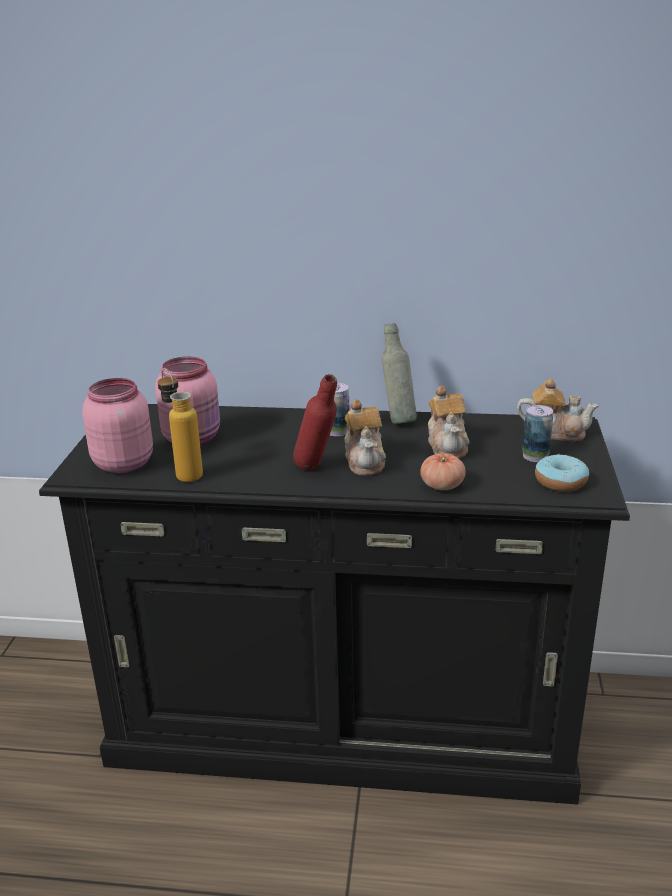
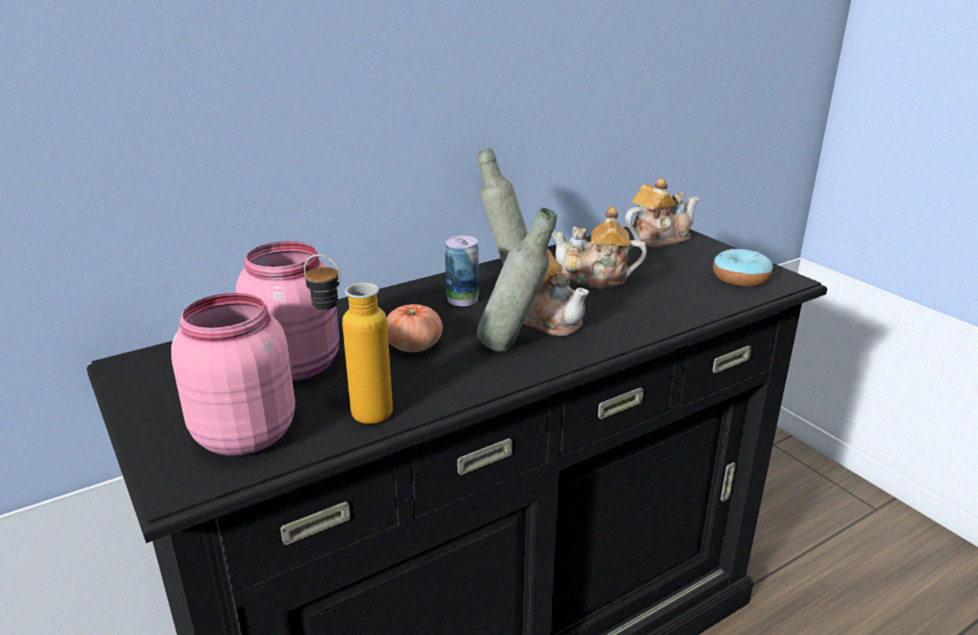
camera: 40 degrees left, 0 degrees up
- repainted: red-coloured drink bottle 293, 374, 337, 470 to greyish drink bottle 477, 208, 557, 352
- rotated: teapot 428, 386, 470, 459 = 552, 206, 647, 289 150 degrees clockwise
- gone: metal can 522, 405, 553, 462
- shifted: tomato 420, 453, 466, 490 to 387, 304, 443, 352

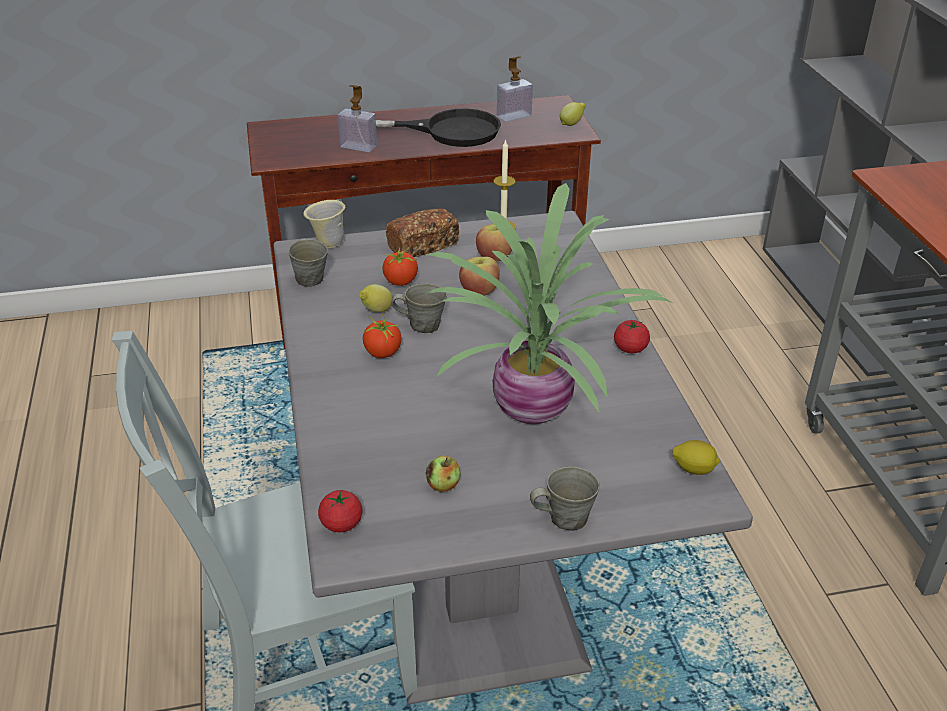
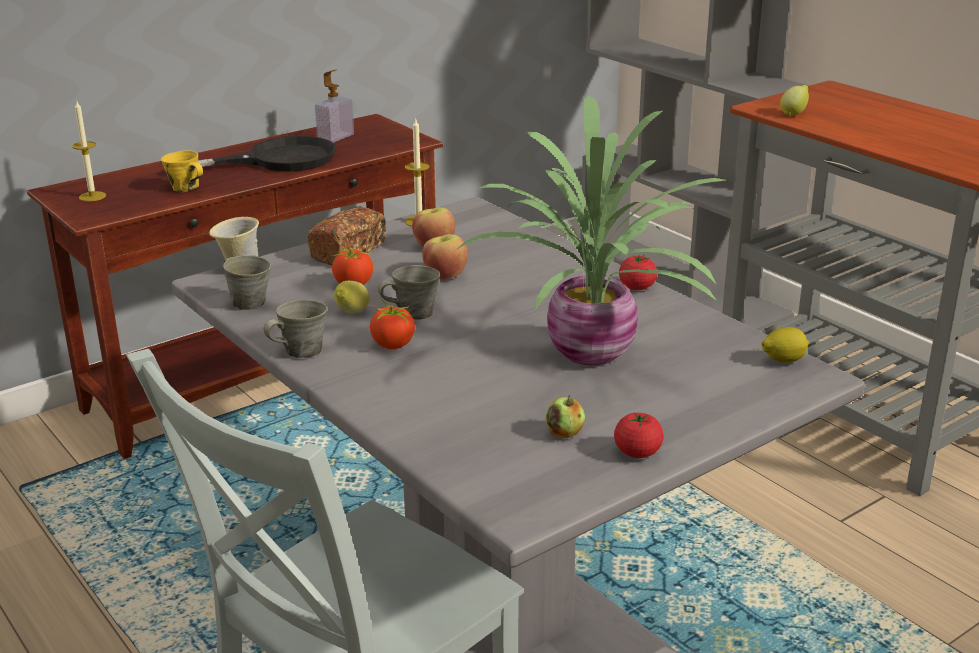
camera: 25 degrees left, 10 degrees down
- swapped: soap dispenser 338, 85, 377, 152 to yellowish coffee mug 161, 150, 203, 193
- shifted: whole lemon 560, 102, 586, 126 to 780, 85, 809, 116
- shifted: greyish coffee mug 530, 467, 600, 531 to 263, 300, 327, 358
- shifted: tomato 318, 490, 362, 532 to 614, 412, 664, 458
- new: wax light 72, 101, 106, 202

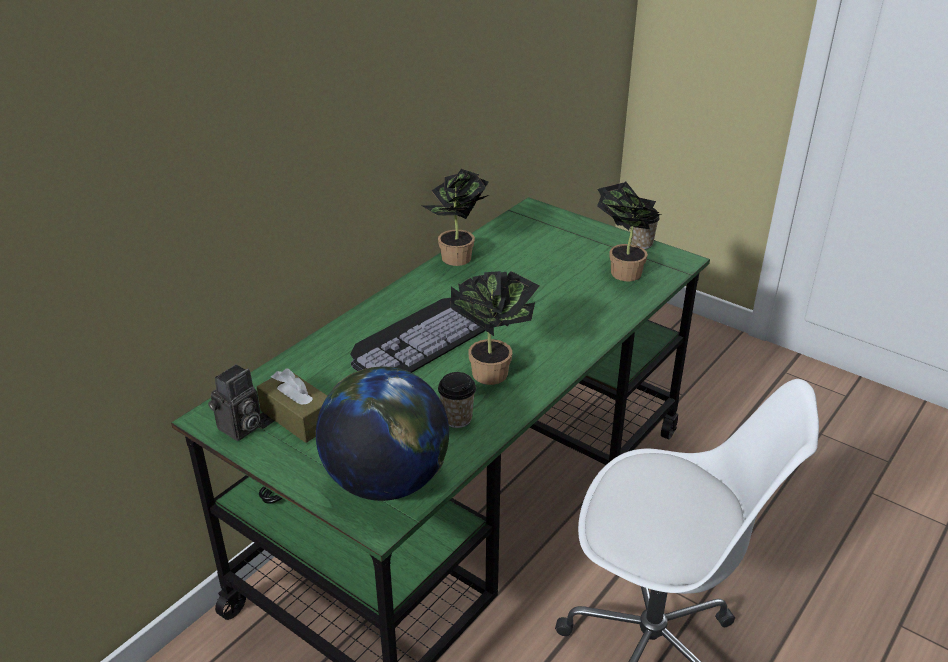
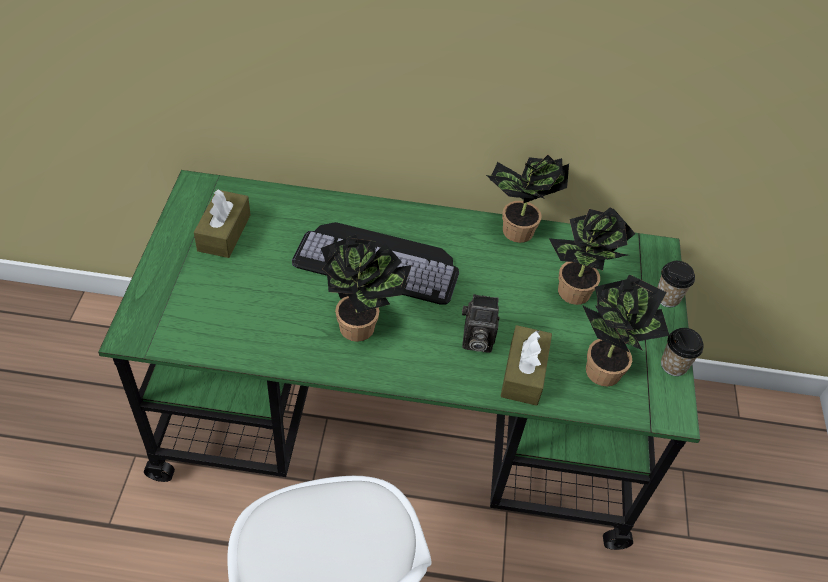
camera: 55 degrees right, 15 degrees up
- shifted: photo camera 208, 364, 262, 441 to 462, 294, 500, 353
- gone: globe 316, 367, 449, 501
- shifted: cup 438, 372, 476, 428 to 657, 261, 695, 307
- new: plant in a pot 549, 207, 635, 305
- new: brownish box of tissues 500, 325, 552, 406

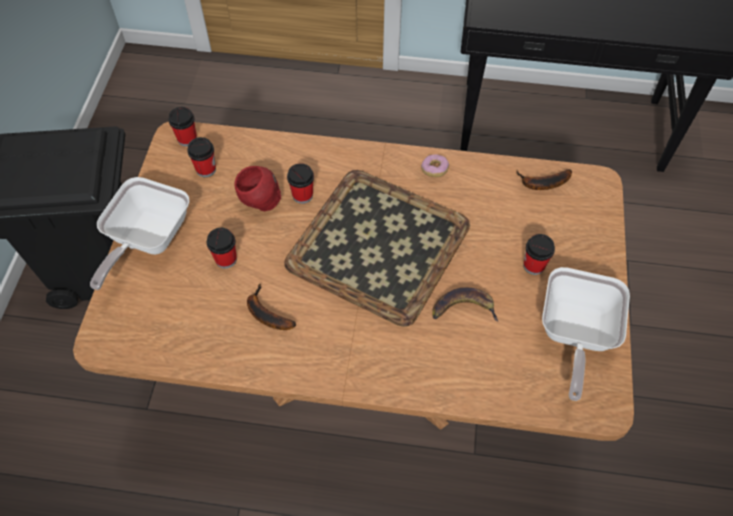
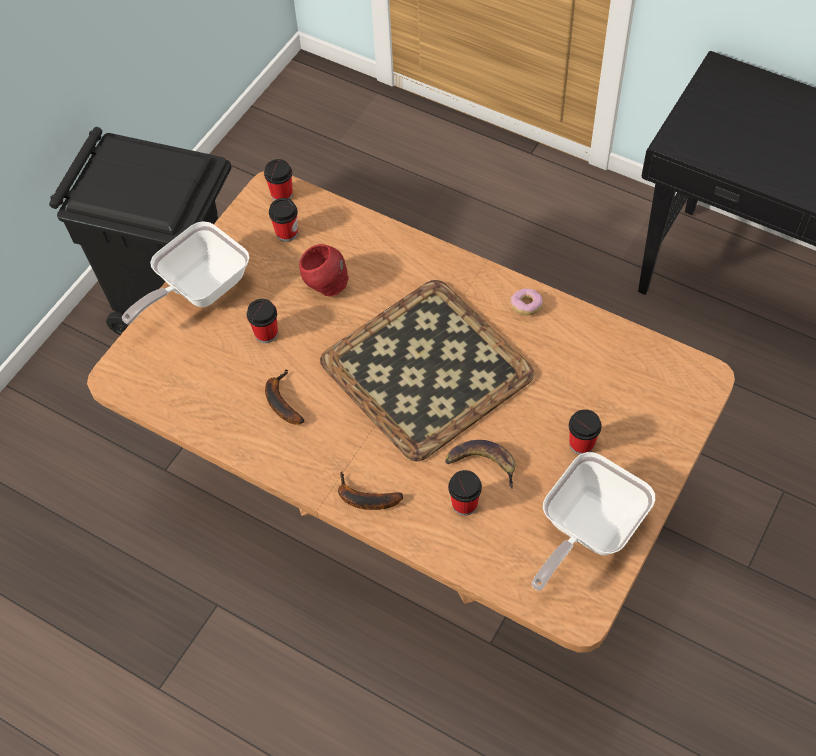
camera: 25 degrees right, 0 degrees up
- shifted: cup 287, 163, 314, 204 to 448, 470, 482, 516
- shifted: banana fruit 517, 169, 572, 190 to 338, 471, 403, 510

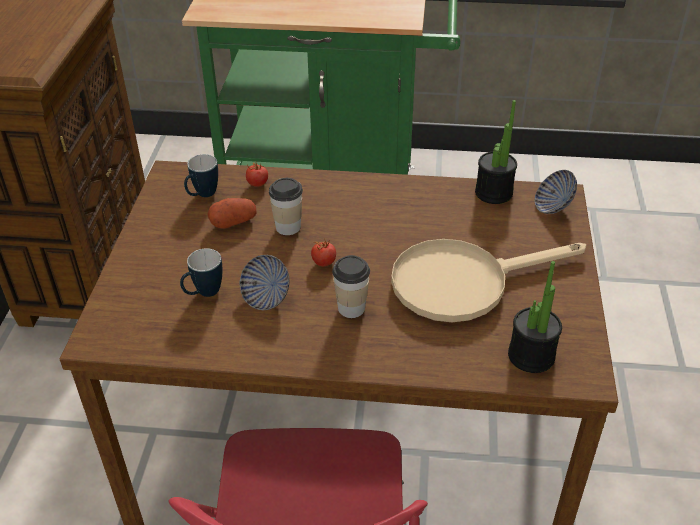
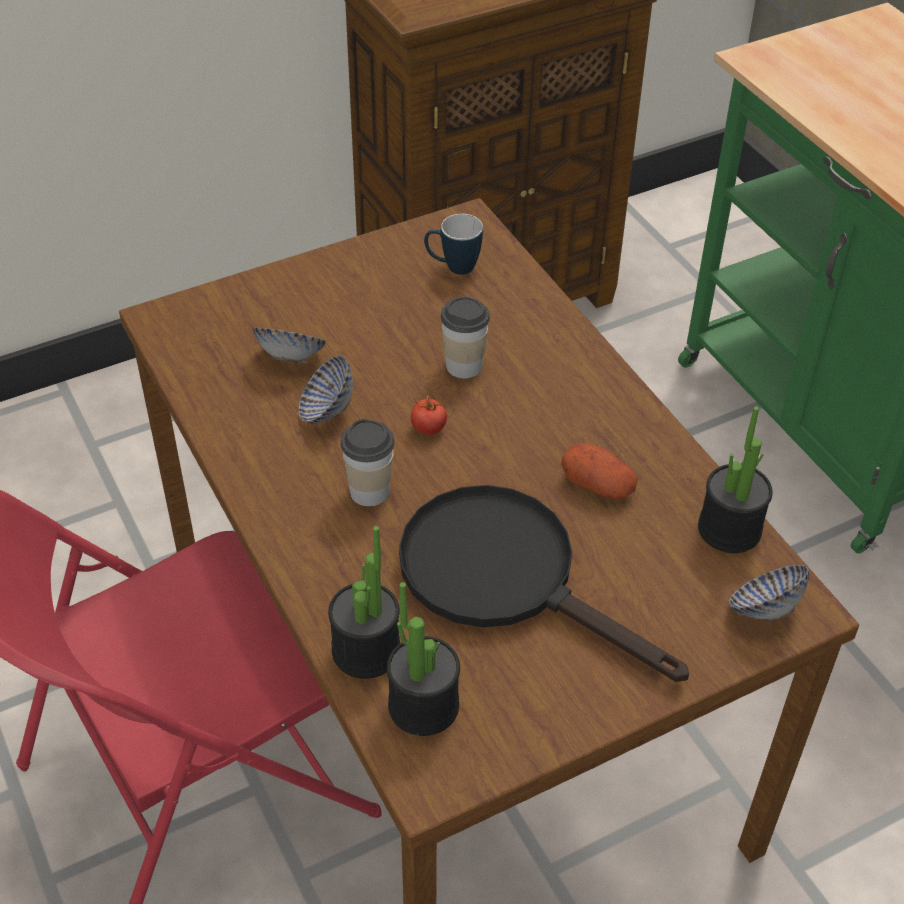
camera: 55 degrees right, 5 degrees up
- gone: tomato 246, 163, 268, 187
- shifted: whole potato 207, 198, 257, 229 to 561, 443, 638, 499
- repainted: sand-coloured pan 391, 239, 586, 322 to black pan 399, 485, 689, 682
- swapped: coffee mug 180, 248, 222, 297 to serving bowl 253, 327, 326, 363
- new: plant in a pot 328, 526, 400, 679

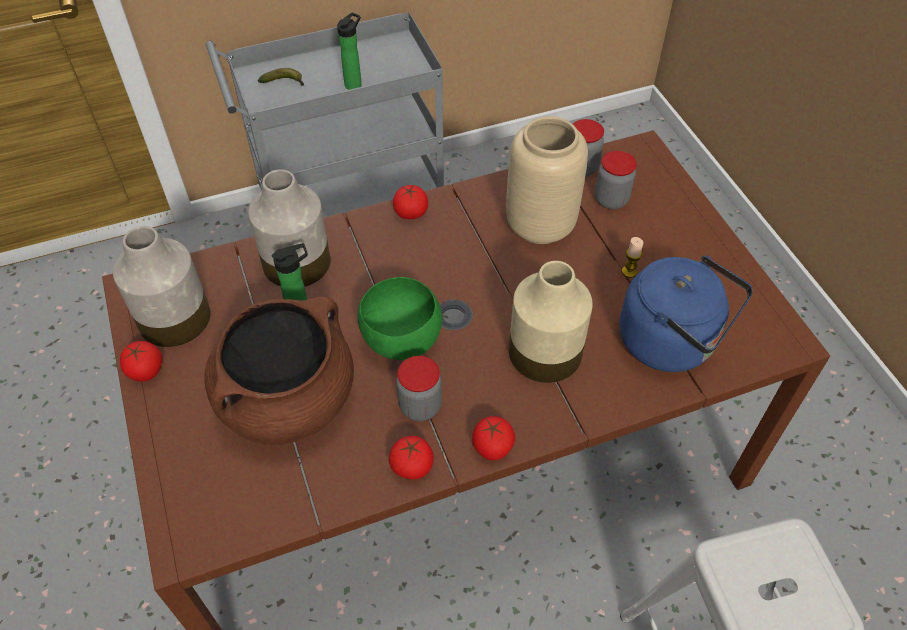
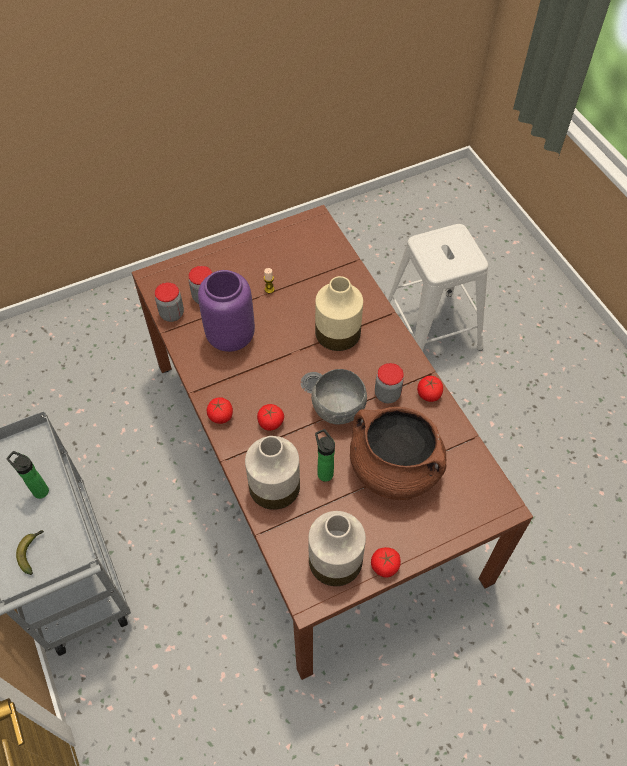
camera: 95 degrees left, 5 degrees up
- repainted: sand-coloured vase 506, 116, 588, 244 to purple-coloured vase 198, 270, 255, 352
- gone: bluish tea kettle 619, 255, 753, 372
- repainted: greenish serving bowl 358, 277, 442, 360 to greyish serving bowl 311, 369, 367, 424
- shifted: tomato 472, 416, 516, 460 to 257, 404, 284, 431

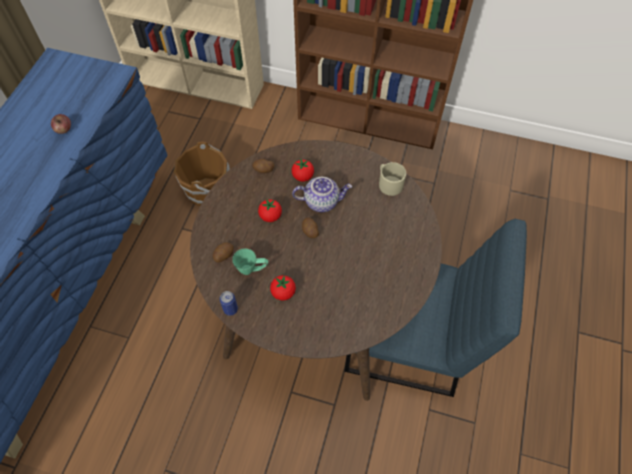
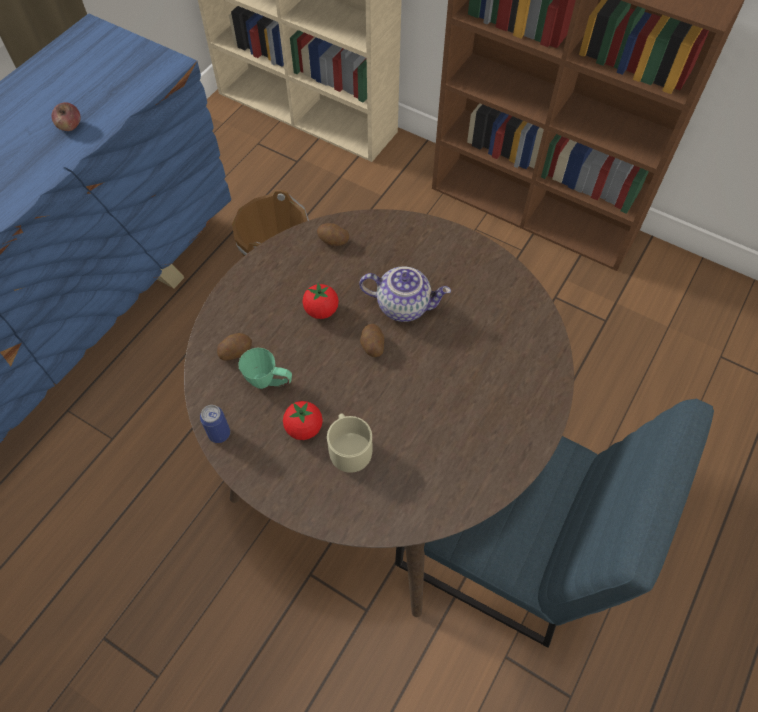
camera: 15 degrees right, 0 degrees up
- gone: tomato 292, 159, 314, 182
- shifted: sand-coloured coffee mug 379, 162, 406, 196 to 327, 413, 372, 473

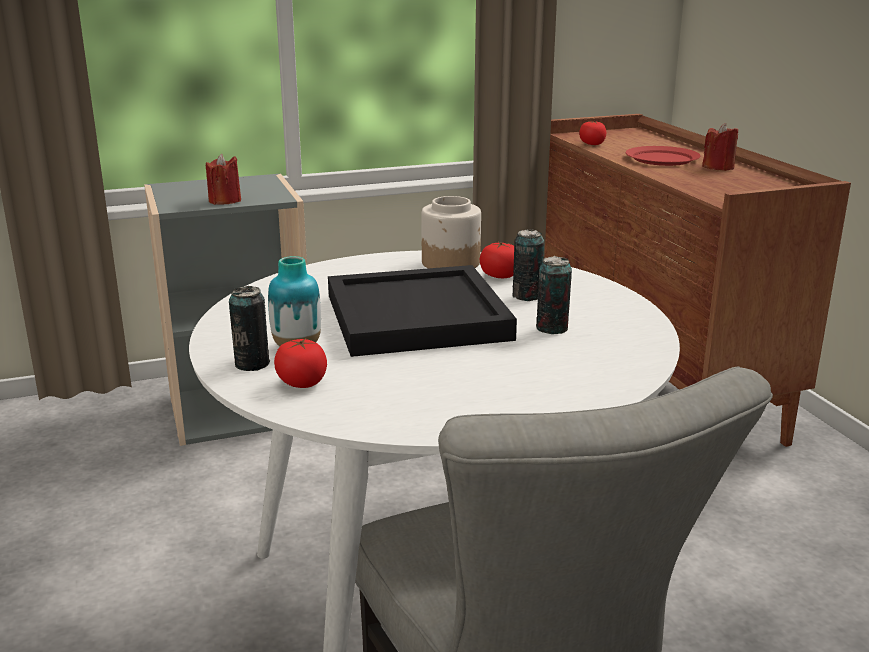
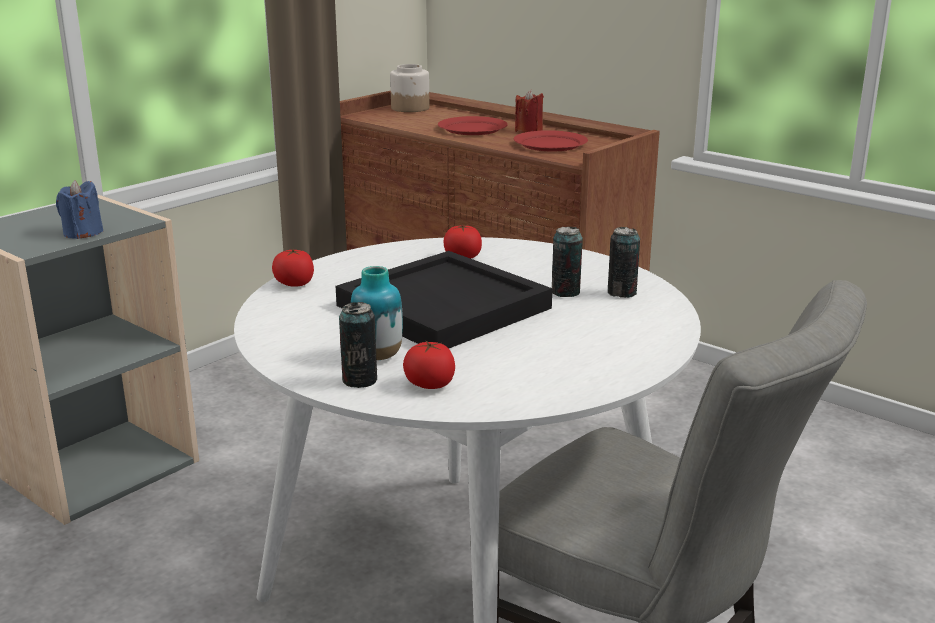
camera: 30 degrees left, 0 degrees up
- shifted: tomato 579, 121, 606, 145 to 272, 249, 314, 287
- repainted: red-coloured wax light 206, 154, 241, 205 to bluish wax light 56, 180, 103, 239
- shifted: jar 421, 196, 481, 268 to 390, 64, 429, 112
- shifted: metal can 512, 229, 544, 301 to 608, 227, 640, 298
- new: red-coloured dinner plate 514, 130, 588, 151

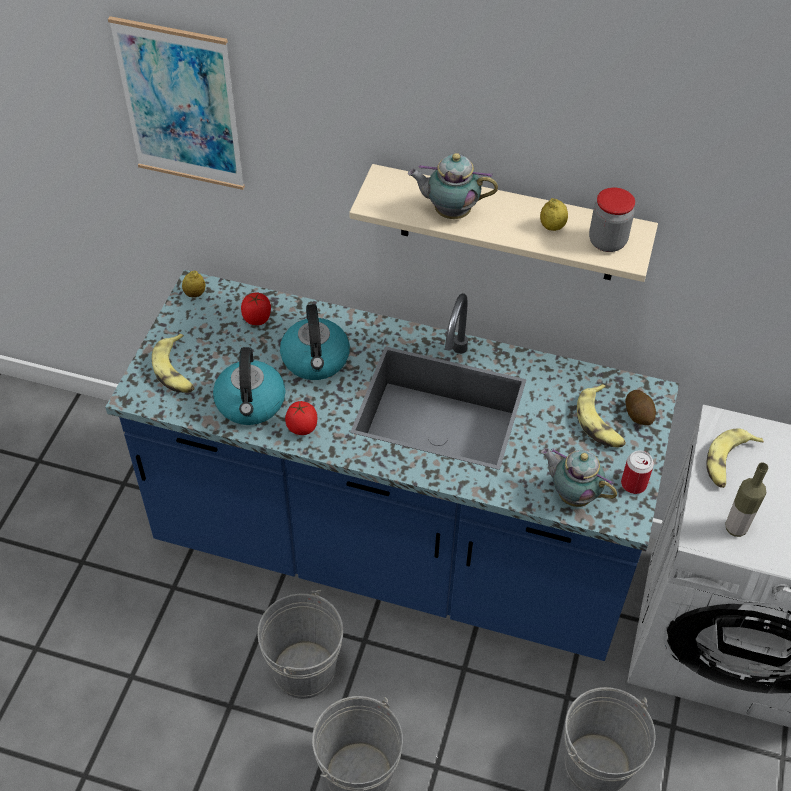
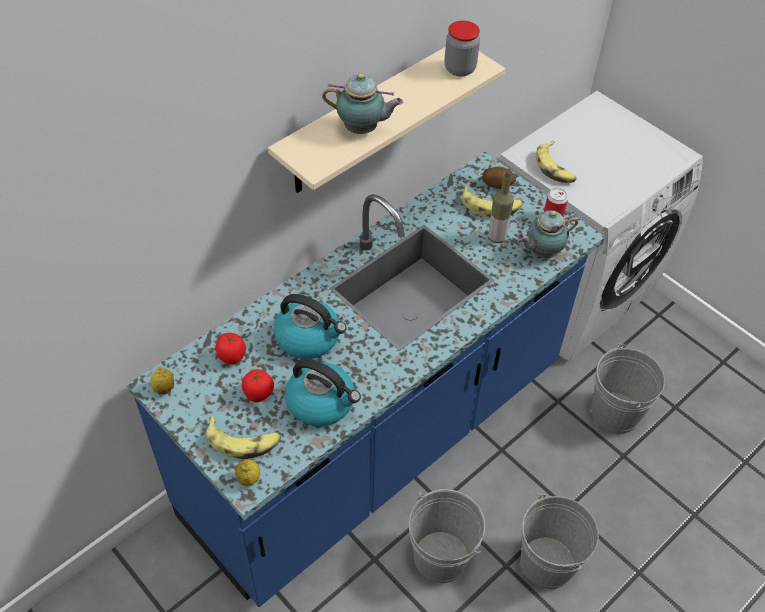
camera: 60 degrees left, 0 degrees up
- gone: wall art 108, 16, 245, 190
- rotated: teapot 408, 153, 498, 219 = 322, 73, 403, 134 120 degrees counterclockwise
- shifted: whole lemon 540, 198, 568, 231 to 235, 459, 260, 486
- shifted: tomato 285, 401, 317, 435 to 242, 369, 274, 402
- shifted: drink bottle 725, 463, 768, 537 to 488, 173, 514, 243

